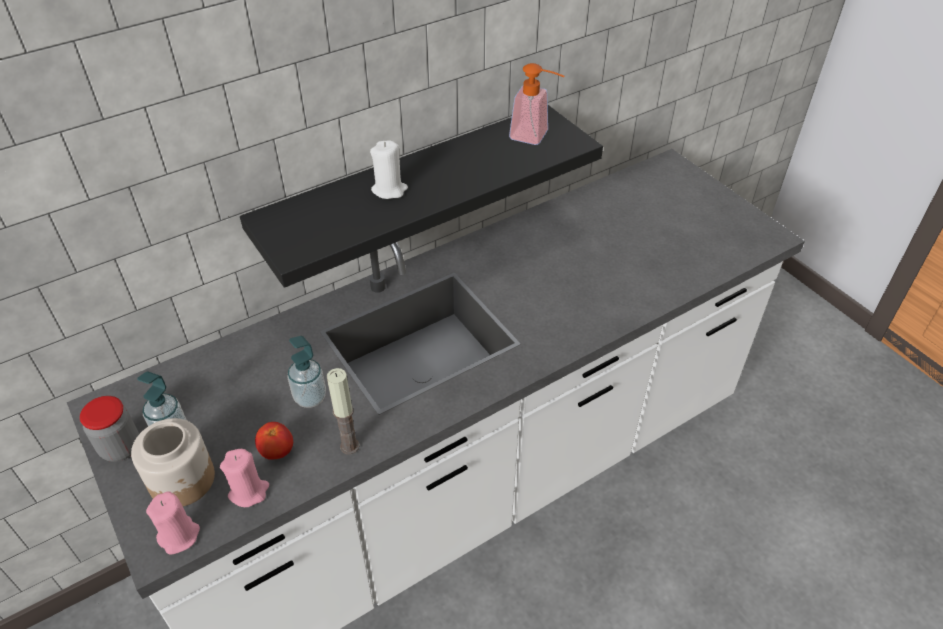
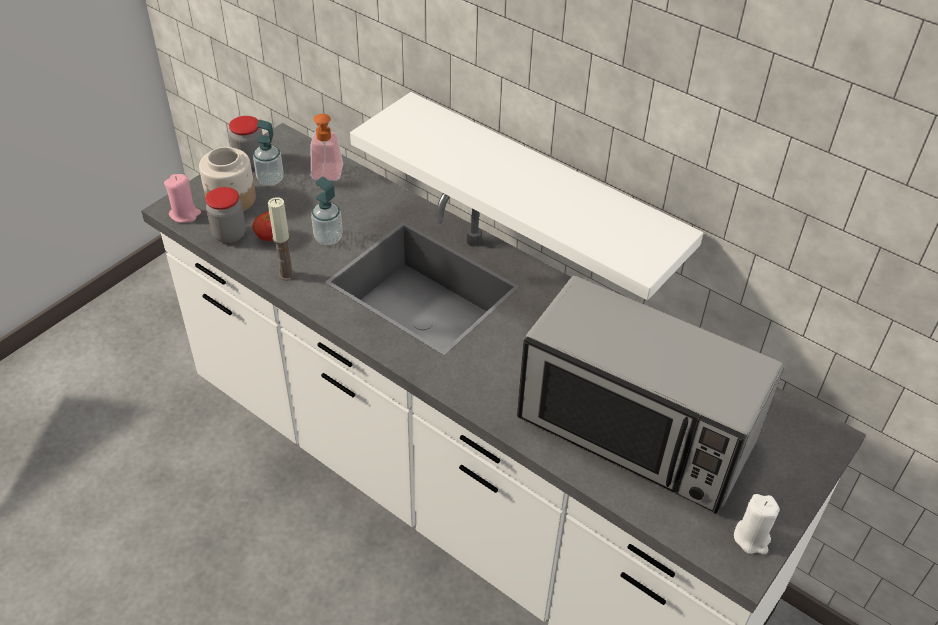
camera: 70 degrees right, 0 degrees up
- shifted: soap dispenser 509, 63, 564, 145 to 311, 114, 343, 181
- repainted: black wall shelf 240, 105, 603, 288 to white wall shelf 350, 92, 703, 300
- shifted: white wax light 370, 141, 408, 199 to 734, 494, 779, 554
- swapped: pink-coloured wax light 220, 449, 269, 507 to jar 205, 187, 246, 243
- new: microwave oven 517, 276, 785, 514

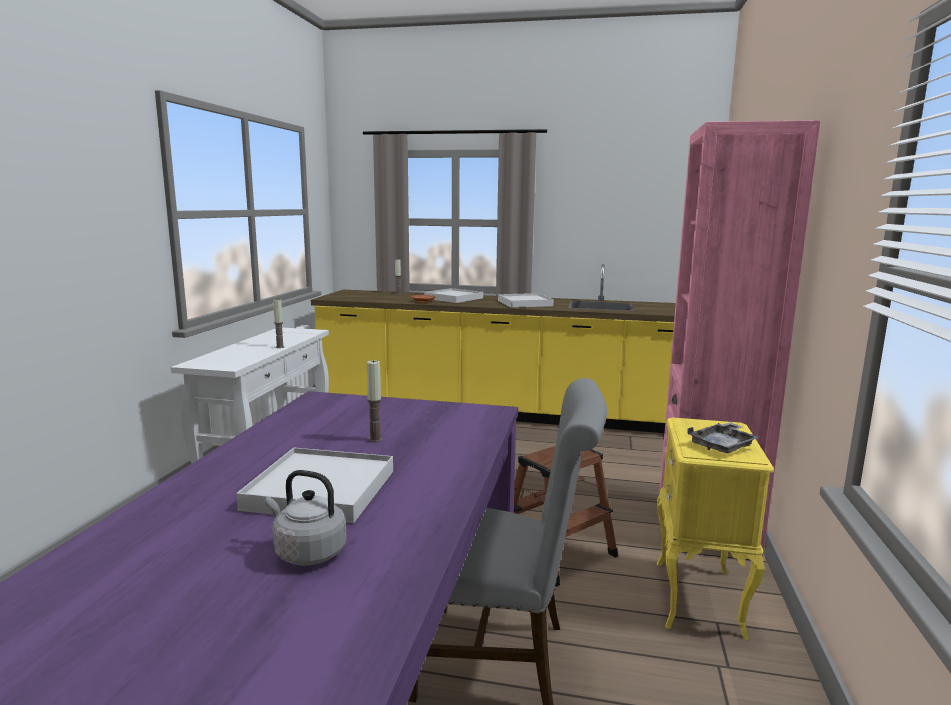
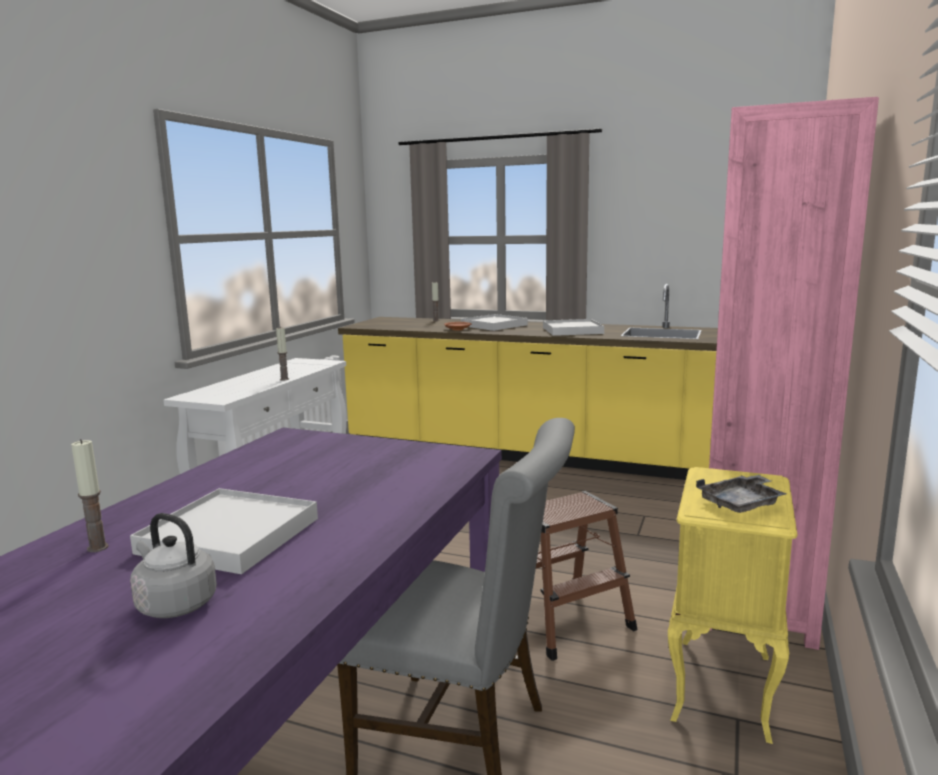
camera: 10 degrees right, 0 degrees up
- shifted: wax light 367, 361, 382, 442 to 71, 439, 109, 552

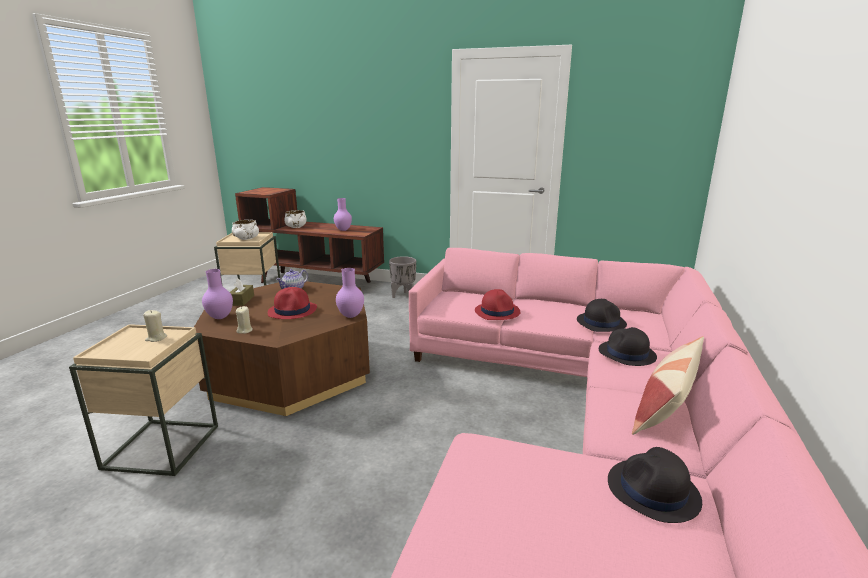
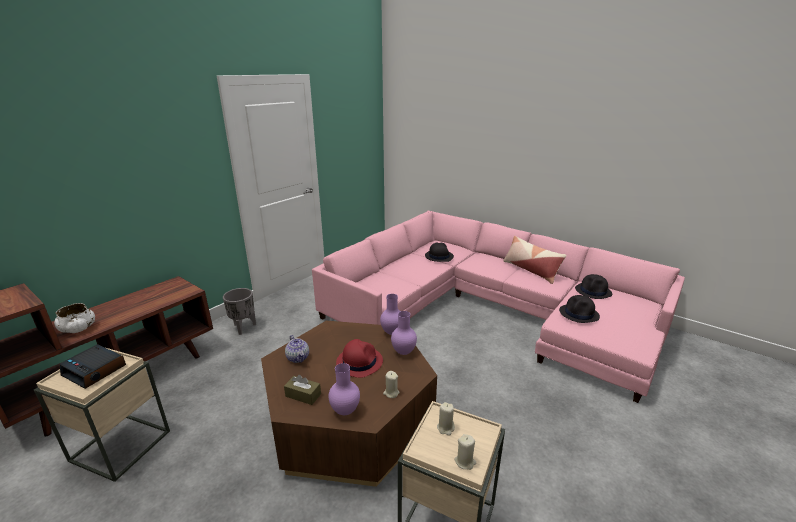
camera: 70 degrees left, 5 degrees up
- shifted: purple-coloured vase 334, 198, 352, 231 to 391, 311, 417, 355
- swapped: white serving bowl 232, 220, 259, 240 to table clock 59, 344, 126, 389
- gone: red-coloured wearable hat 475, 289, 520, 320
- shifted: black wearable hat 599, 327, 657, 366 to 559, 295, 600, 323
- new: sand-coloured wax light 454, 434, 476, 470

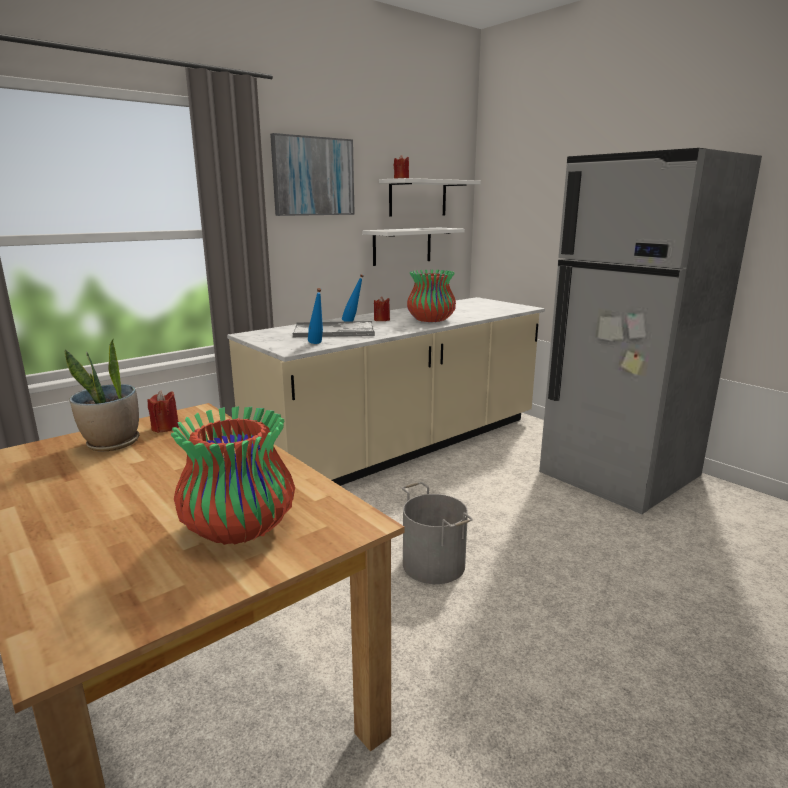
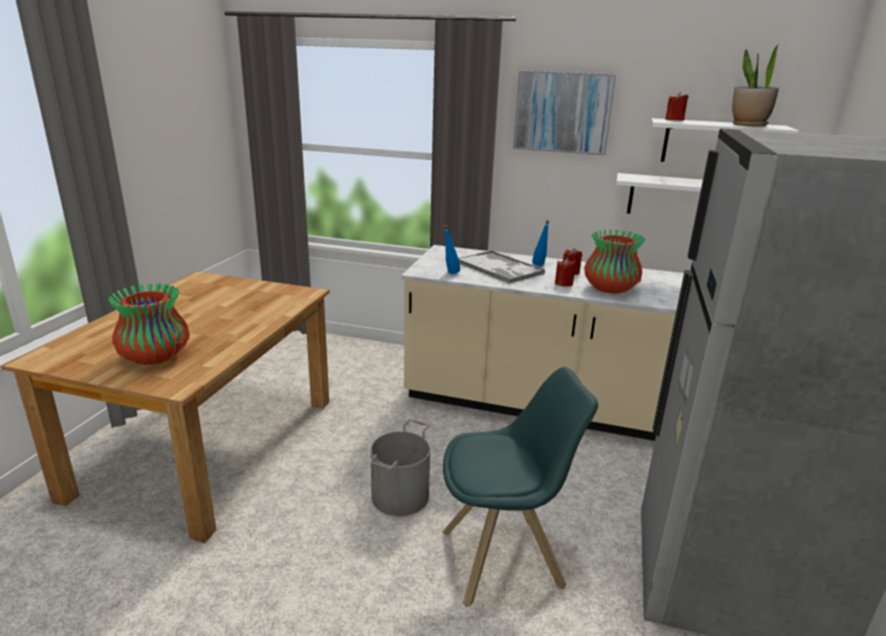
camera: 55 degrees right, 5 degrees up
- shifted: plant in a pot 65, 338, 139, 452 to 732, 44, 779, 126
- shifted: red-coloured wax light 147, 391, 179, 433 to 555, 258, 576, 287
- new: turquoise-coloured plain chair 442, 367, 598, 607

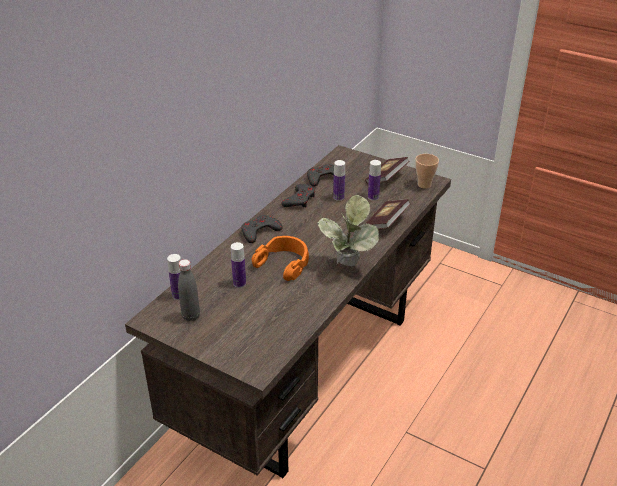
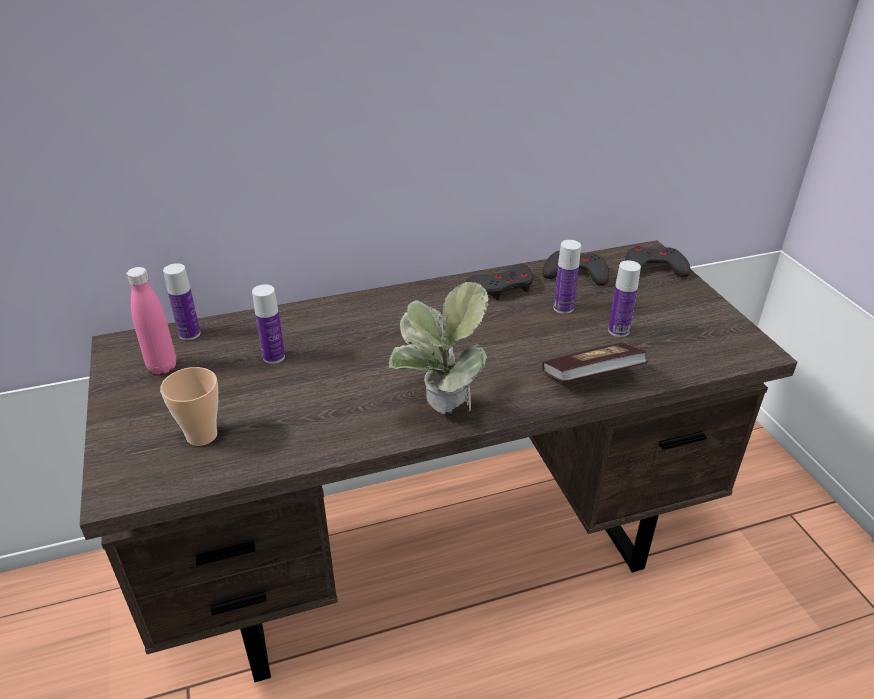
camera: 40 degrees right, 0 degrees up
- shifted: cup 415, 154, 439, 189 to 160, 367, 218, 446
- gone: book 365, 157, 410, 184
- shifted: greyish gamepad 241, 215, 283, 243 to 625, 246, 691, 277
- gone: orange headset 252, 236, 309, 281
- repainted: greyish drink bottle 178, 259, 200, 321 to pink-coloured drink bottle 126, 267, 176, 374

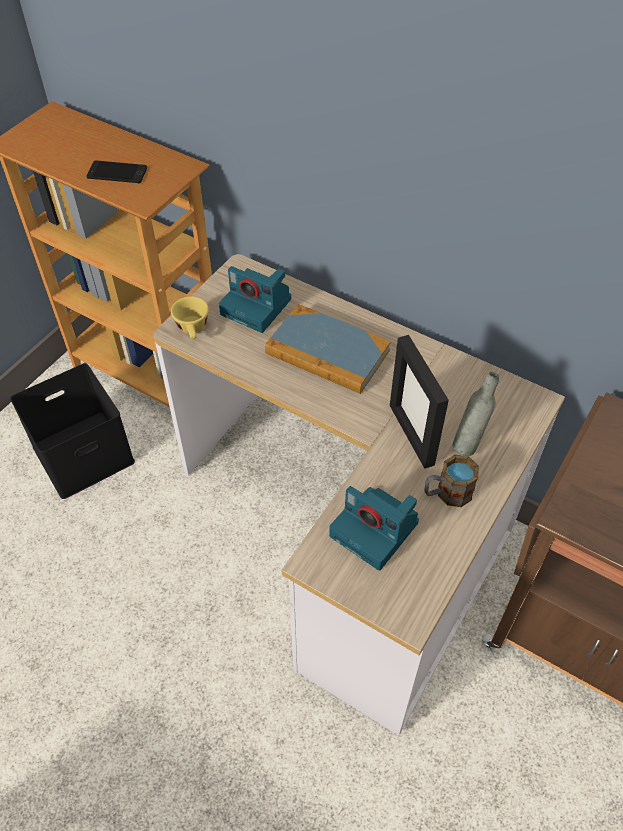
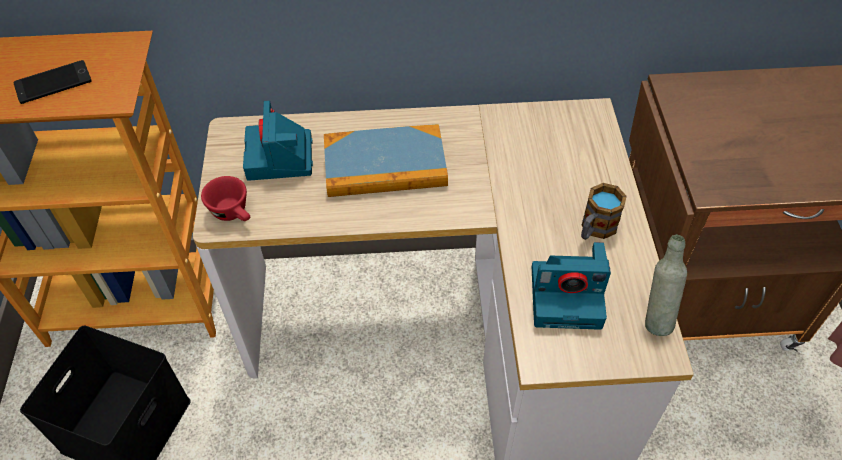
camera: 35 degrees left, 0 degrees up
- rotated: photo camera 219, 266, 291, 333 = 243, 100, 313, 181 90 degrees clockwise
- repainted: yellowish cup 171, 296, 209, 339 to red-coloured cup 201, 176, 250, 221
- gone: standing frame 390, 335, 449, 469
- shifted: greyish drink bottle 452, 372, 499, 456 to 645, 234, 687, 336

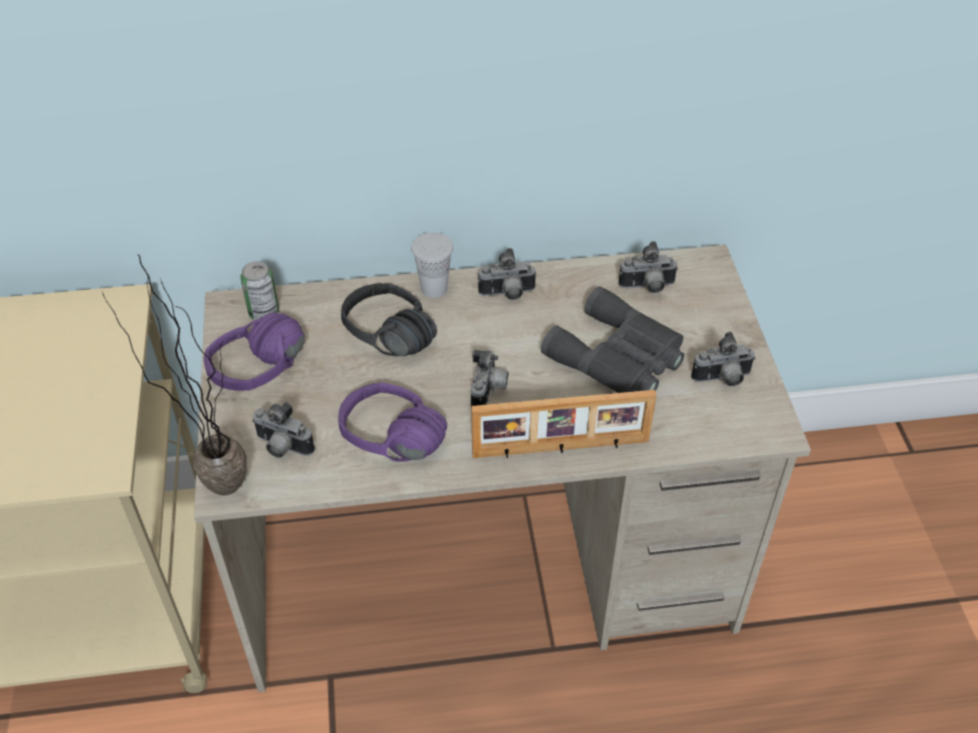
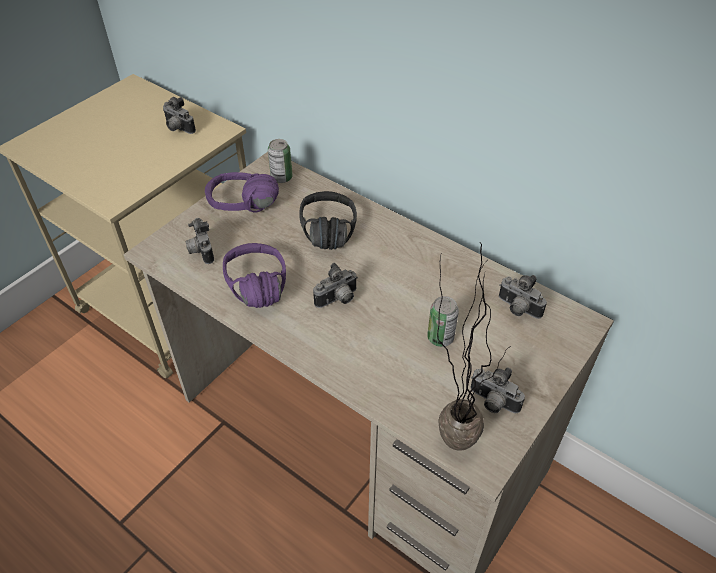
camera: 45 degrees right, 0 degrees up
- gone: white cup 411, 232, 453, 298
- shifted: photo camera 478, 248, 537, 300 to 163, 97, 196, 134
- shifted: plant in a pot 102, 254, 247, 495 to 437, 243, 509, 451
- swapped: greyish binoculars 541, 286, 684, 393 to metal can 427, 296, 459, 347
- gone: standing frame 471, 390, 657, 458

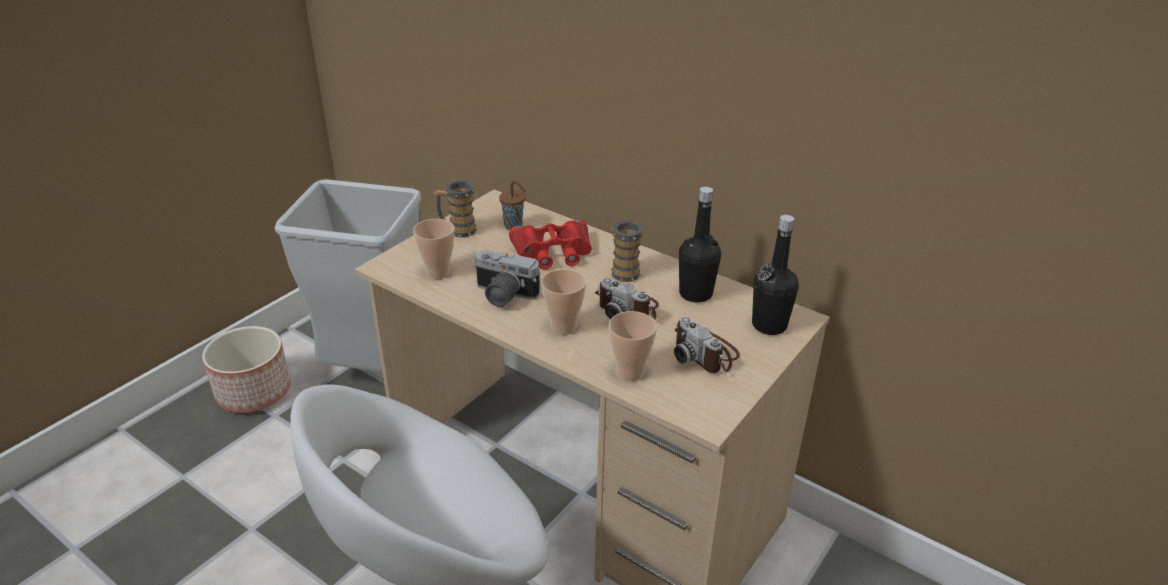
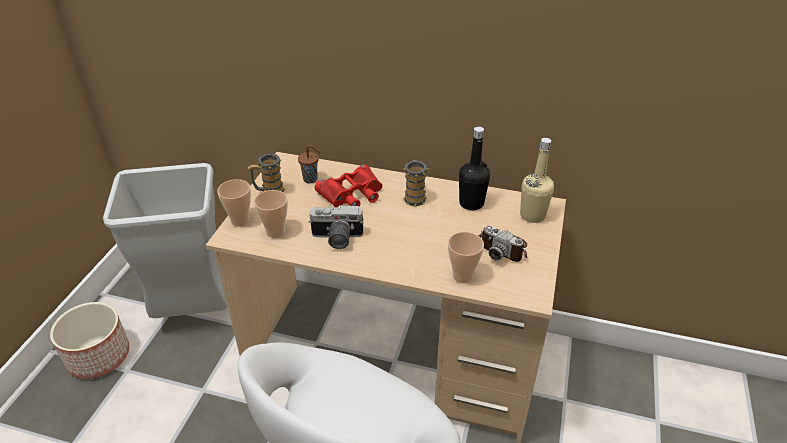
camera: 20 degrees left, 5 degrees up
- repainted: black drink bottle 752, 215, 799, 335 to sand-coloured drink bottle 520, 138, 554, 223
- shifted: cup 541, 269, 586, 335 to 217, 179, 251, 227
- gone: photo camera 595, 278, 659, 320

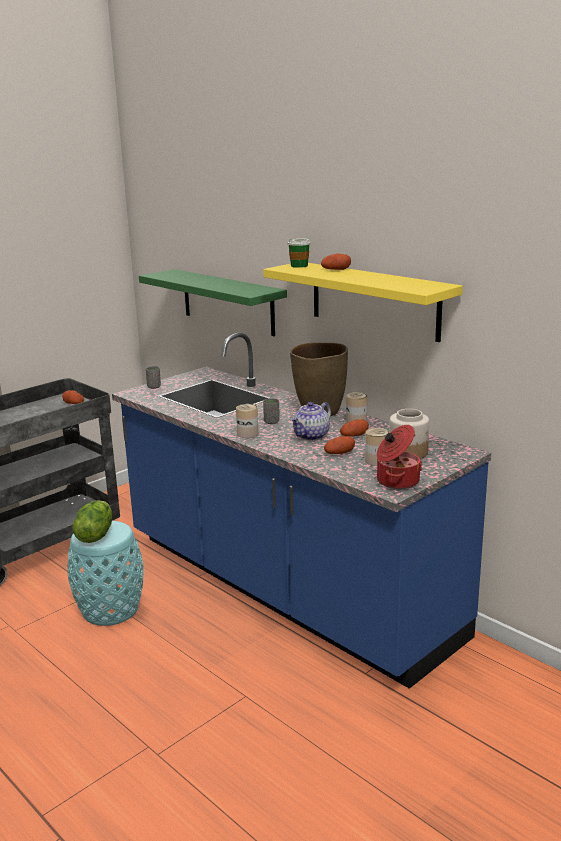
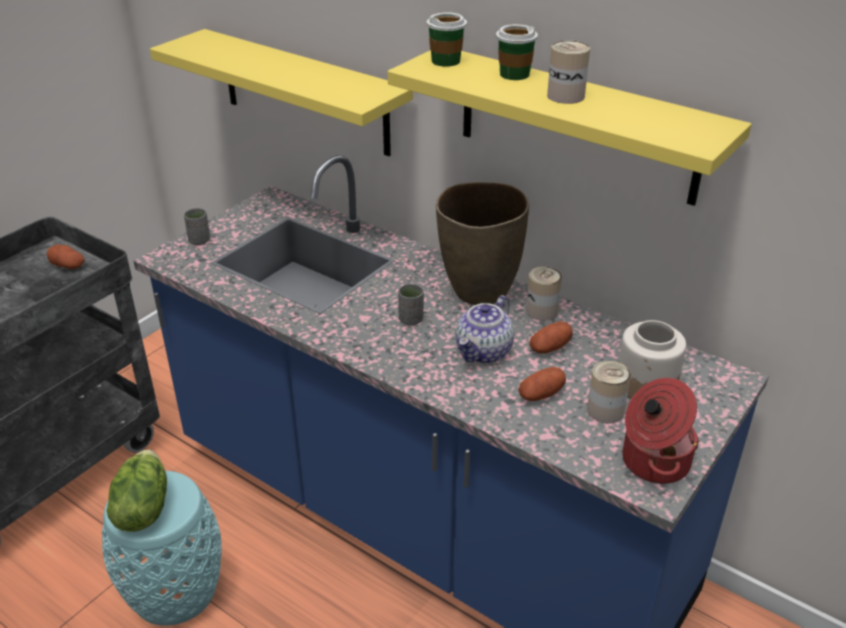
camera: 10 degrees left, 15 degrees up
- swapped: whole potato 321, 254, 351, 270 to cup 496, 24, 538, 80
- repainted: greenish wall shelf 139, 269, 287, 336 to yellowish wall shelf 150, 29, 413, 156
- shifted: metal can 236, 404, 258, 438 to 547, 41, 590, 104

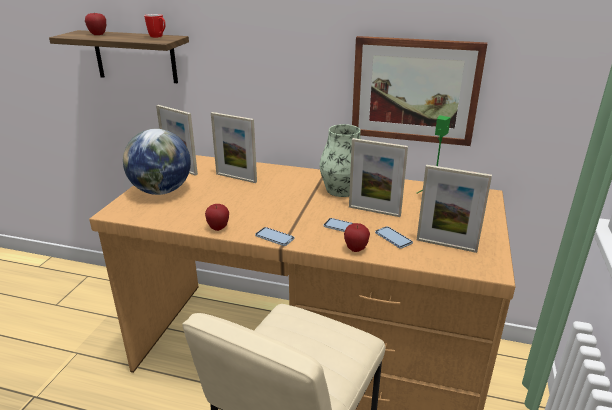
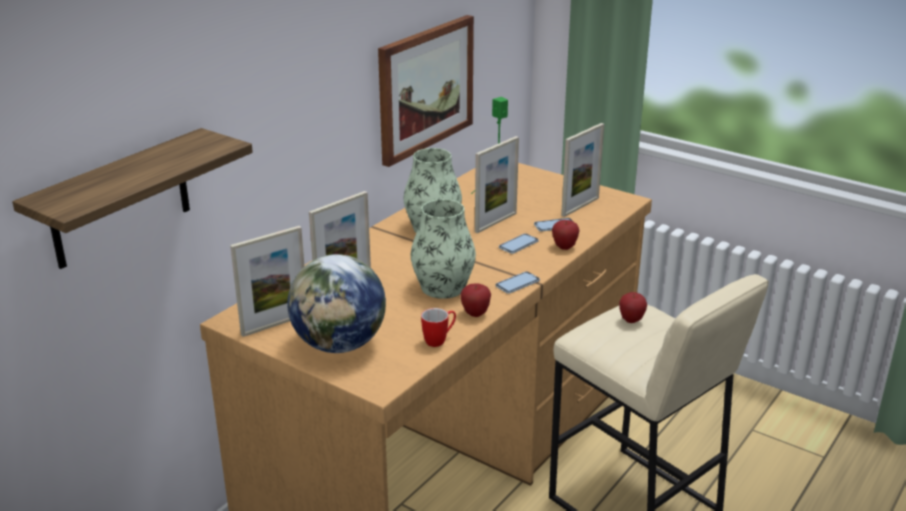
camera: 70 degrees left, 0 degrees up
- shifted: apple fruit 85, 13, 106, 35 to 619, 292, 647, 323
- shifted: coffee mug 144, 14, 166, 38 to 421, 308, 456, 347
- new: vase 410, 199, 476, 299

